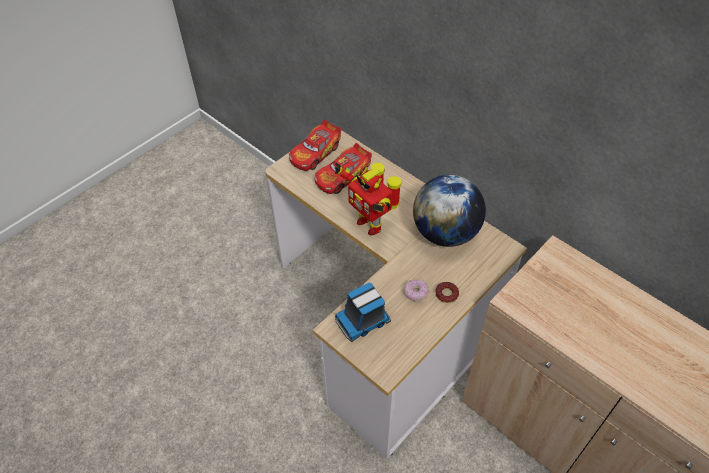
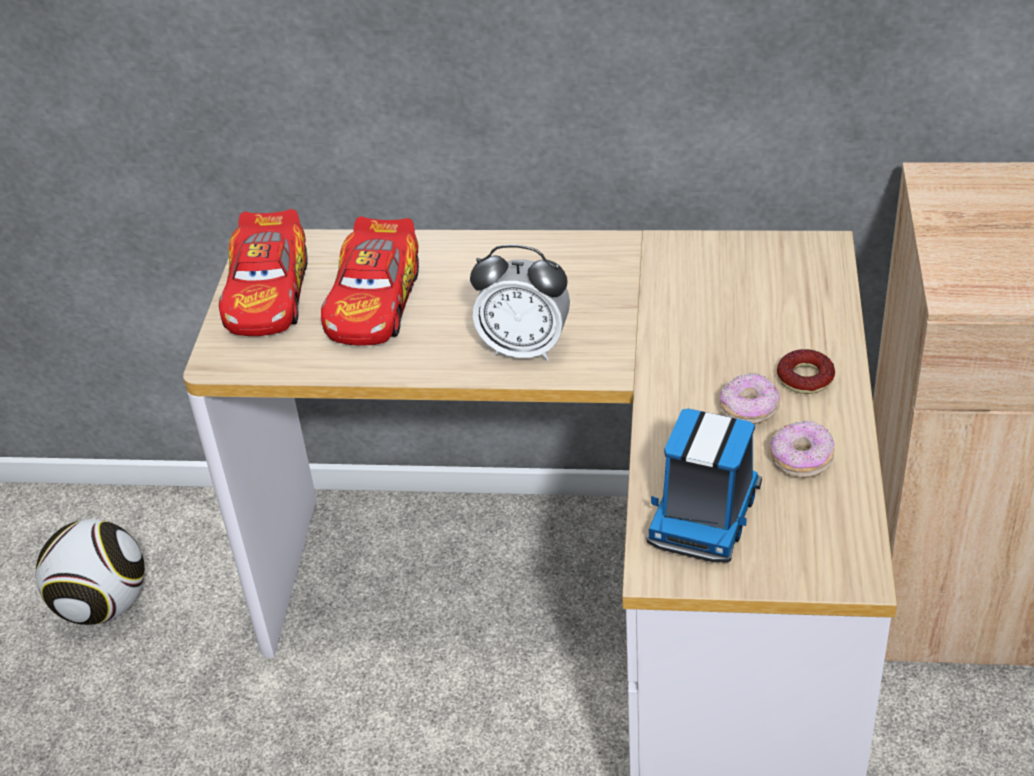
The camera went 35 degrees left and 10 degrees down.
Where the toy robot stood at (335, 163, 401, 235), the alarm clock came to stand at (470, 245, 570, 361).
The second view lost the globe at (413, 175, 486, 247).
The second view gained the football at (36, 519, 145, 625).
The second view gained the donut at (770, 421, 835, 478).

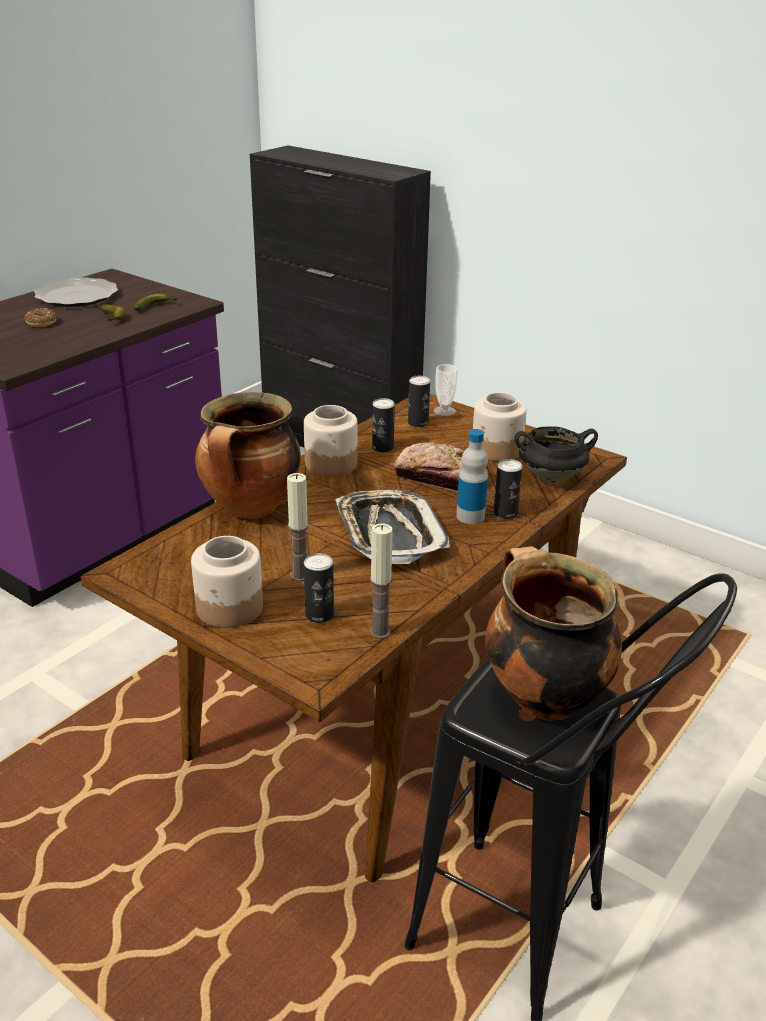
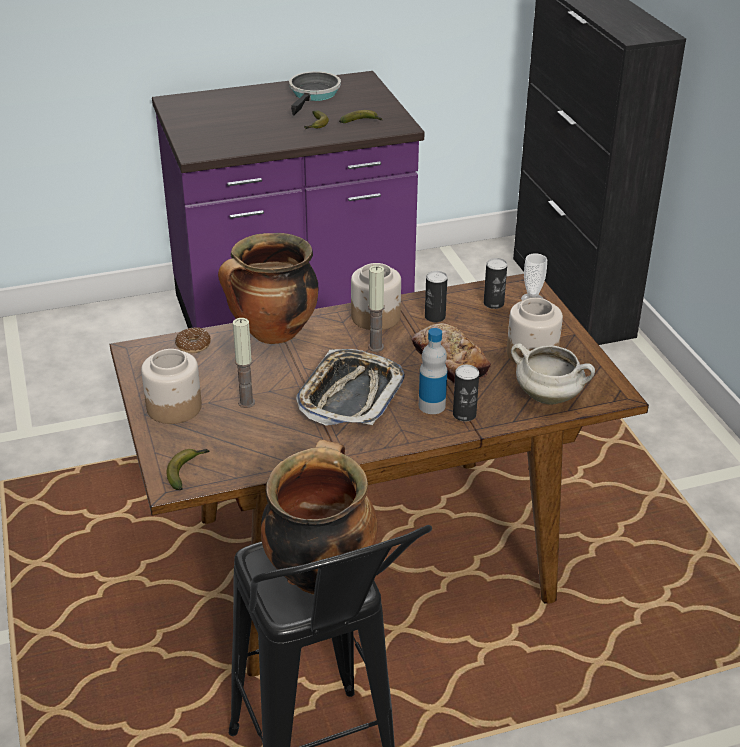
The camera went 35 degrees right and 5 degrees up.
The donut ended up elsewhere, having gone from (24, 308, 57, 327) to (175, 328, 211, 353).
Where the plate stood at (34, 277, 118, 307), the frying pan came to stand at (289, 71, 341, 115).
The second view lost the can at (304, 553, 334, 623).
The candle ended up elsewhere, having gone from (370, 524, 392, 639) to (368, 265, 385, 352).
What was the cooking pot (black) at (514, 426, 598, 482) turned into the cooking pot (white) at (511, 343, 595, 405).
The second view gained the banana at (167, 449, 209, 490).

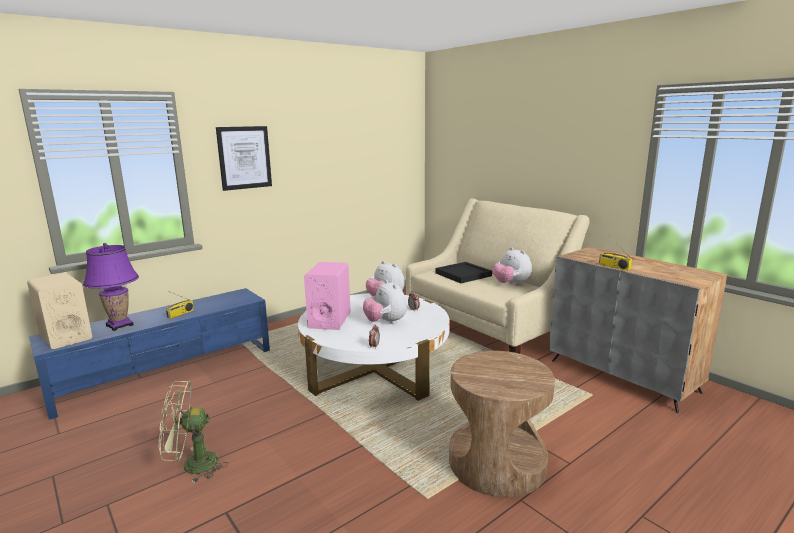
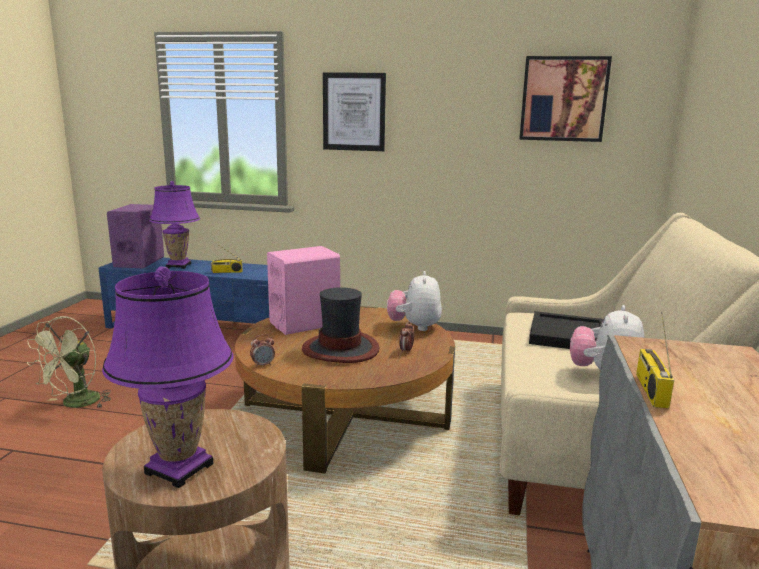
The camera went 50 degrees right and 0 degrees up.
What was the speaker (beige) at (27, 273, 92, 349) turned into the speaker (purple) at (107, 204, 164, 268).
The fan (green) at (159, 381, 228, 483) ended up facing another way, 105 degrees counterclockwise from before.
What was the coffee table (white) at (298, 293, 449, 401) turned into the coffee table (brown) at (235, 306, 455, 473).
Where the plush toy stood at (363, 280, 407, 324), the hat came to stand at (302, 287, 379, 363).
The second view gained the table lamp (purple) at (102, 266, 234, 488).
The second view gained the picture at (519, 56, 612, 142).

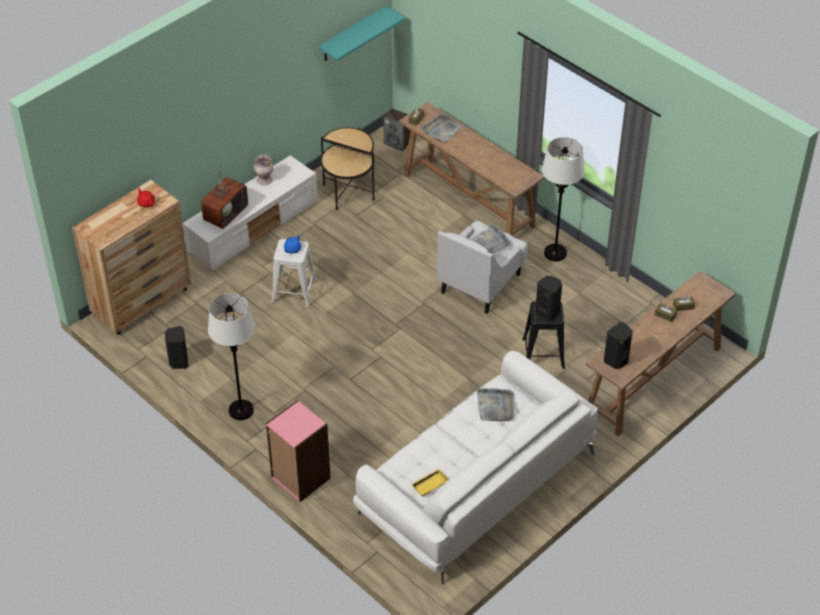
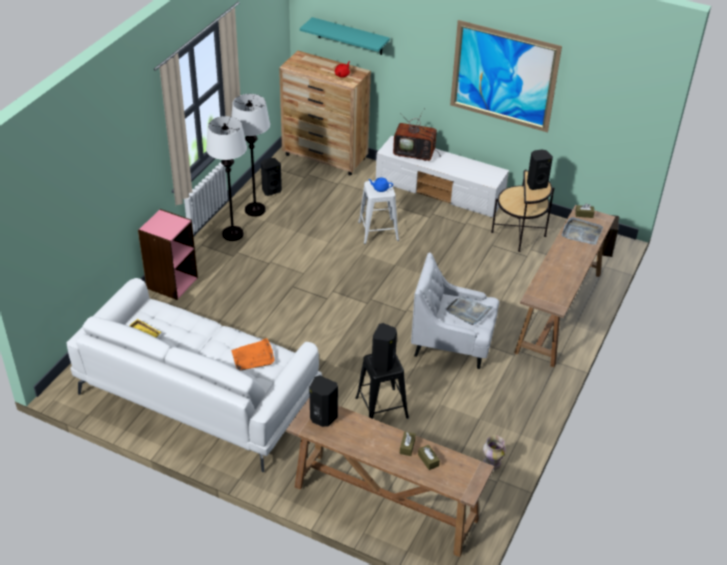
The camera went 70 degrees right and 5 degrees down.
The vase ended up elsewhere, having gone from (254, 154, 273, 185) to (483, 435, 506, 470).
The shelf (turquoise) ended up elsewhere, having gone from (318, 6, 405, 61) to (300, 17, 390, 55).
What was the tray (grey) at (477, 388, 514, 421) turned into the tray (orange) at (231, 338, 275, 371).
The floor lamp (white) ended up elsewhere, having gone from (542, 137, 585, 261) to (231, 94, 270, 217).
The second view gained the picture at (450, 20, 562, 132).
The second view gained the speaker (black) at (527, 149, 553, 190).

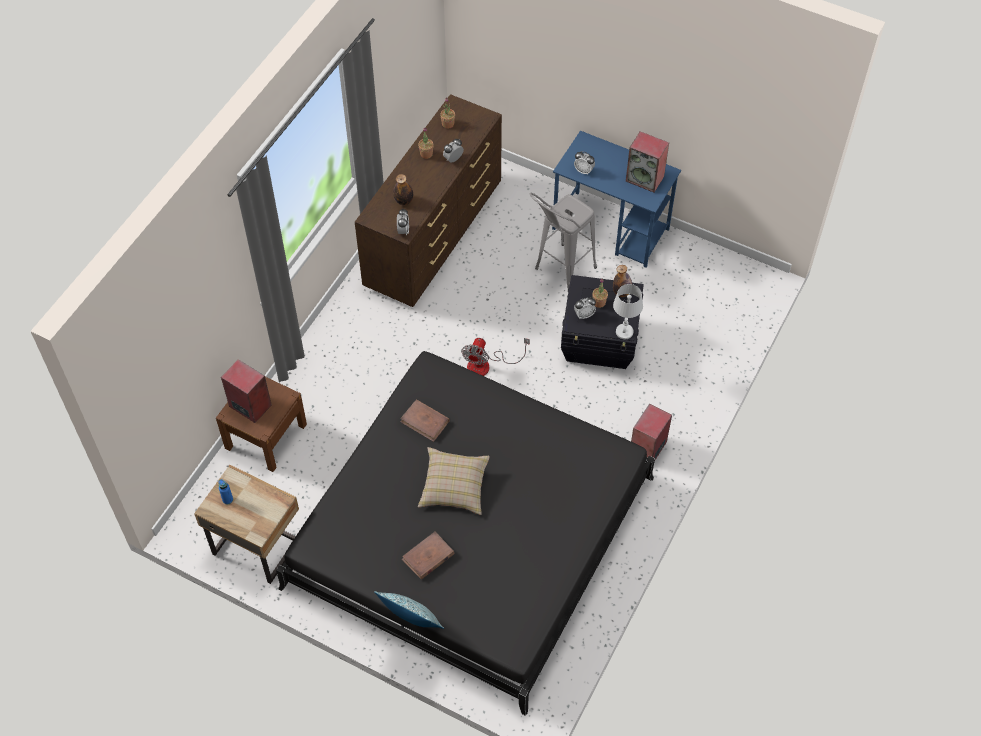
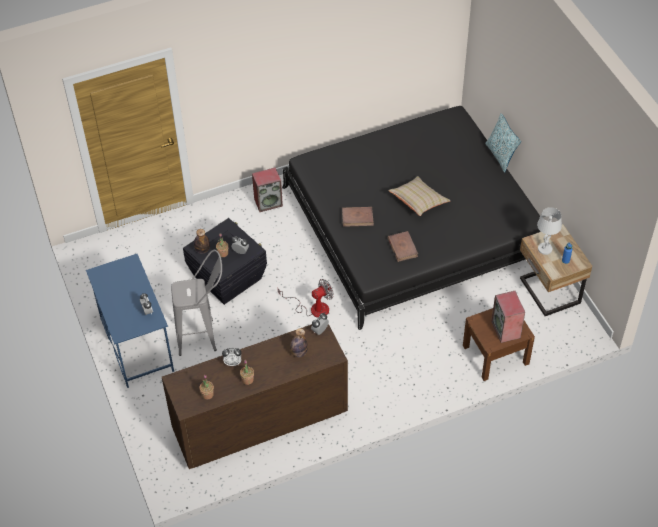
The camera went 140 degrees left and 5 degrees down.
The book (brown) ended up elsewhere, having gone from (402, 532, 455, 580) to (342, 207, 374, 227).
The table lamp (white) ended up elsewhere, having gone from (613, 284, 643, 339) to (537, 207, 562, 255).
The second view lost the speaker at (626, 131, 669, 193).

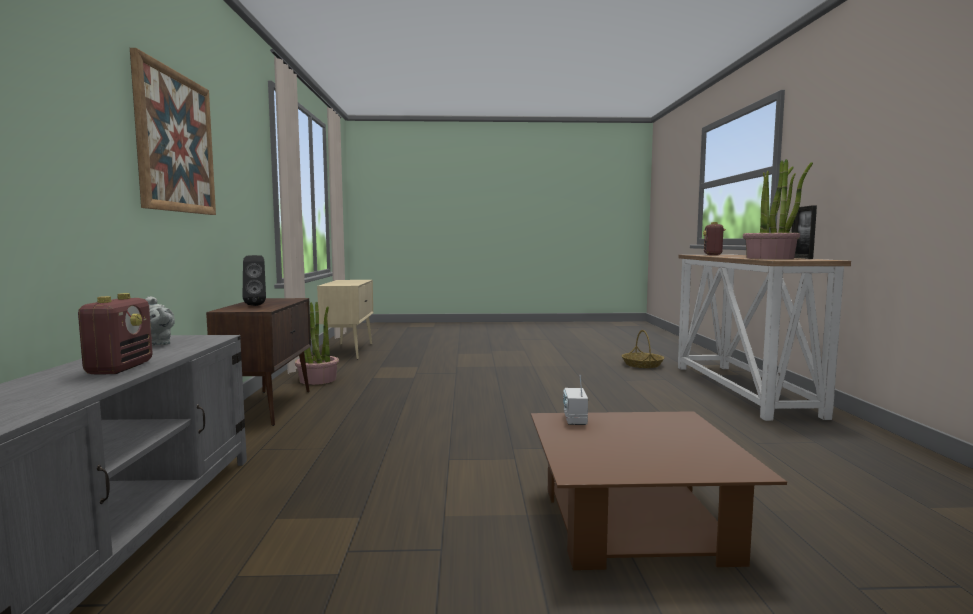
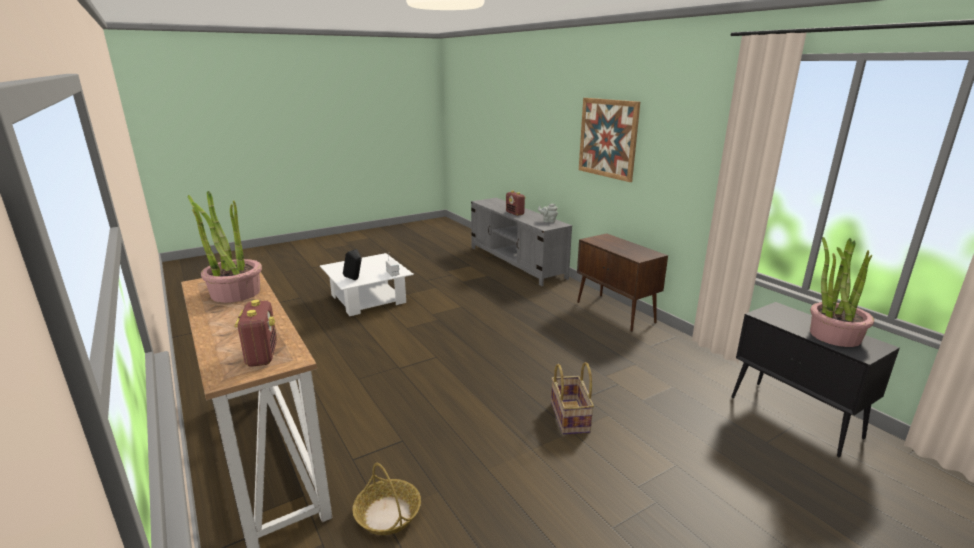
The camera went 150 degrees right and 15 degrees up.
The speaker (black) ended up elsewhere, having gone from (243, 255, 266, 306) to (343, 249, 362, 280).
The potted plant ended up elsewhere, having gone from (295, 301, 339, 385) to (810, 237, 874, 347).
What was the cabinet (beige) at (317, 280, 373, 360) turned into the cabinet (black) at (731, 302, 900, 457).
What was the coffee table (brown) at (531, 411, 787, 570) turned into the coffee table (white) at (320, 253, 414, 316).
The second view lost the picture frame at (791, 205, 817, 259).
The second view gained the basket at (551, 362, 594, 434).

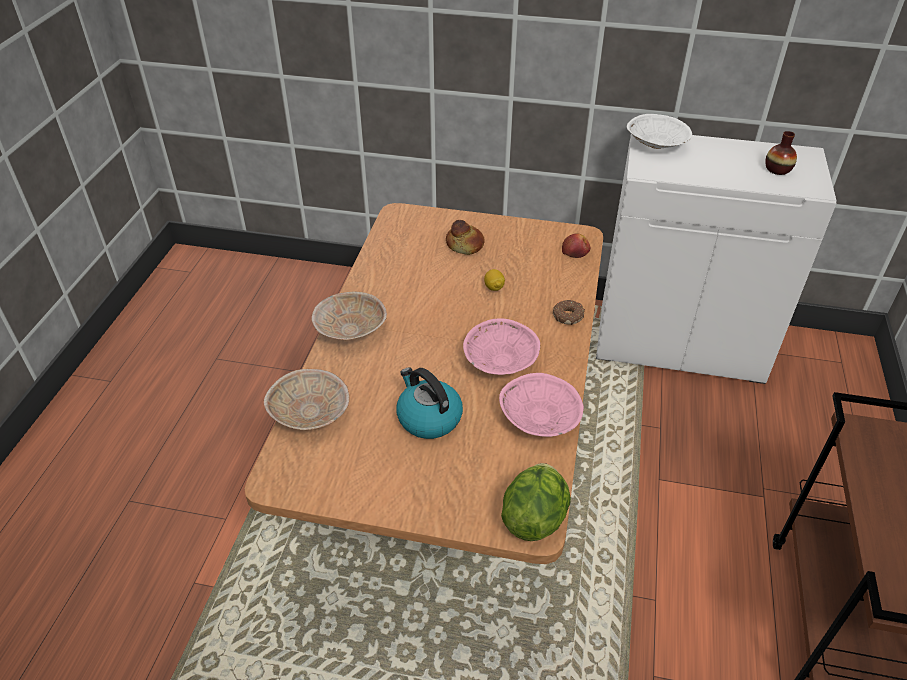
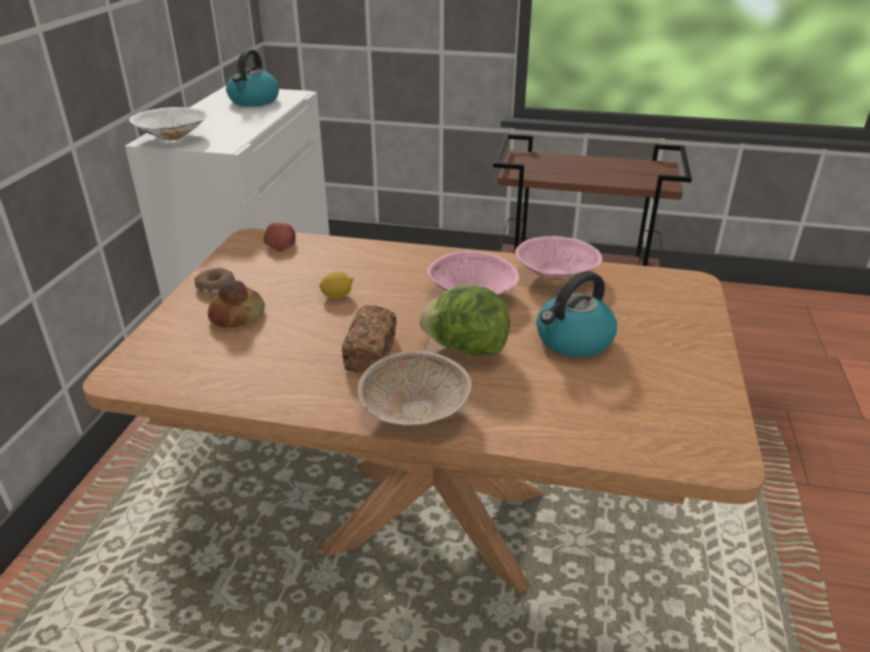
The camera went 90 degrees left and 10 degrees down.
The second view lost the bowl (beige) at (264, 369, 350, 430).
The lettuce ended up elsewhere, having gone from (501, 463, 571, 541) to (419, 285, 510, 356).
The donut ended up elsewhere, having gone from (553, 300, 585, 325) to (194, 267, 235, 294).
Where the vase stood at (765, 131, 797, 175), the kettle came to stand at (226, 49, 279, 107).
The second view gained the bread at (342, 305, 397, 372).

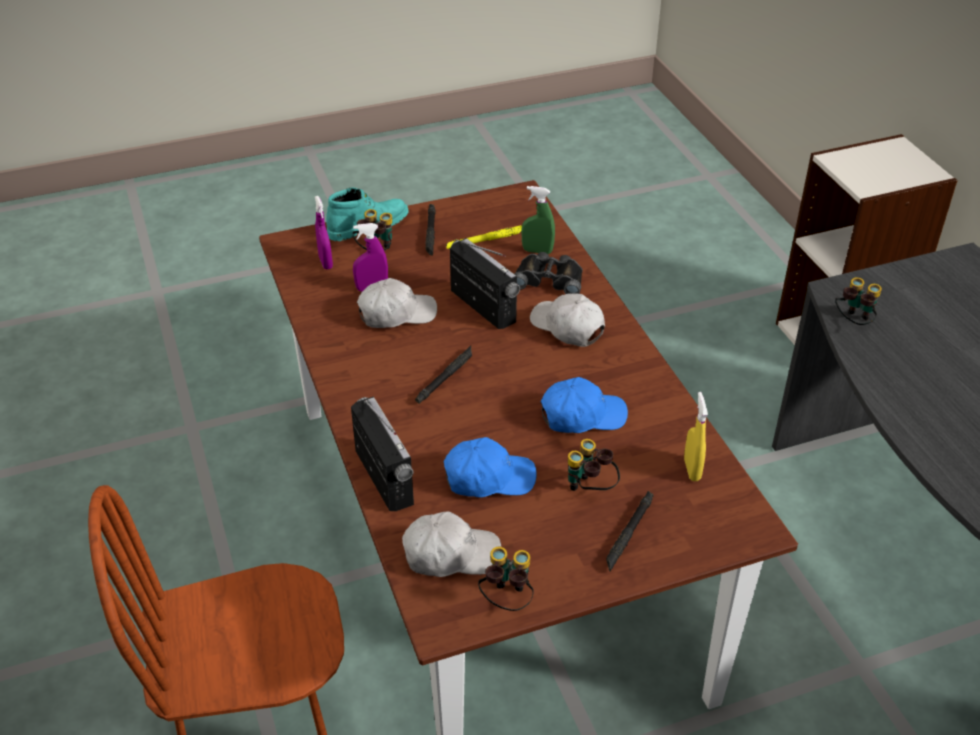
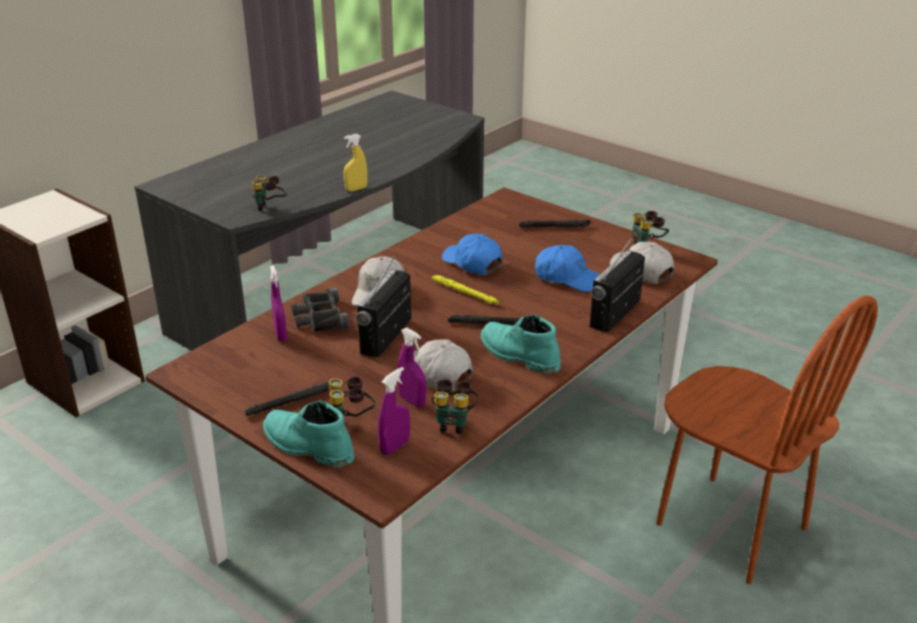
The camera went 120 degrees left and 10 degrees down.
The cap (blue) at (444, 437, 537, 497) ended up facing another way, 150 degrees clockwise from before.
The flashlight (yellow) ended up elsewhere, having gone from (446, 225, 522, 249) to (432, 275, 500, 305).
What was the spray bottle (green) at (522, 186, 555, 254) turned into the spray bottle (purple) at (270, 265, 287, 341).
The binoculars ended up elsewhere, having gone from (568, 439, 620, 491) to (432, 380, 478, 434).
The spray bottle (yellow) ended up elsewhere, having gone from (684, 392, 708, 481) to (344, 134, 367, 191).
The second view gained the boot (turquoise) at (481, 314, 560, 374).

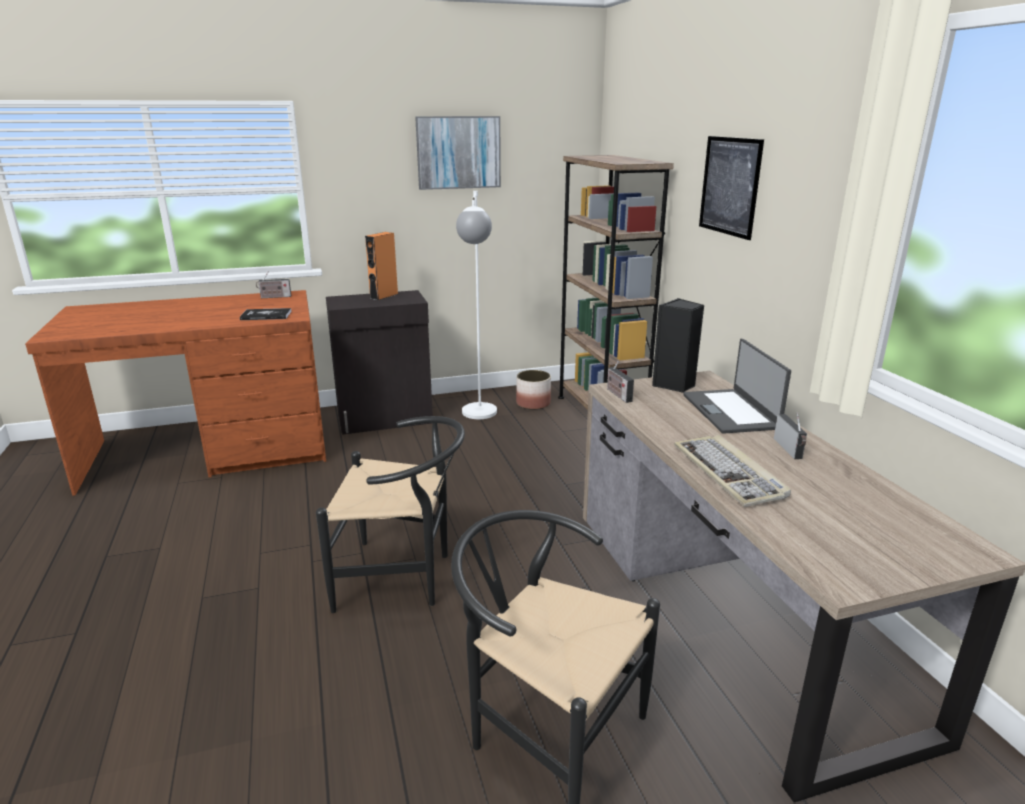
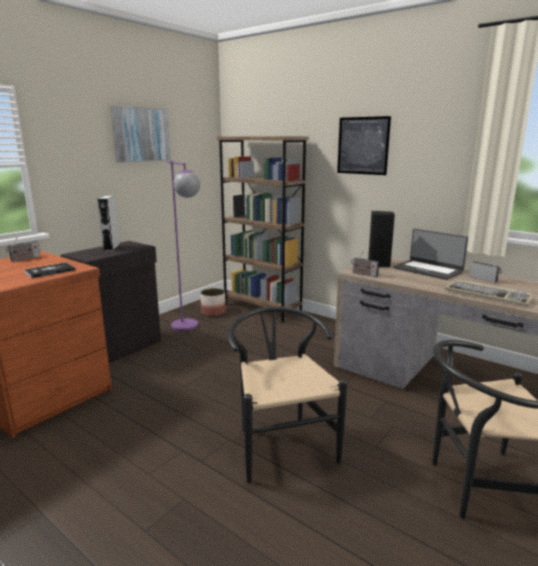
The camera went 35 degrees left and 5 degrees down.
The chair (black) at (316, 416, 465, 613) ended up facing another way, 75 degrees counterclockwise from before.
What was the speaker (orange) at (365, 232, 398, 300) turned into the speaker (grey) at (97, 196, 120, 251).
What was the floor lamp (white) at (456, 191, 497, 419) turned into the floor lamp (purple) at (167, 161, 200, 331).

